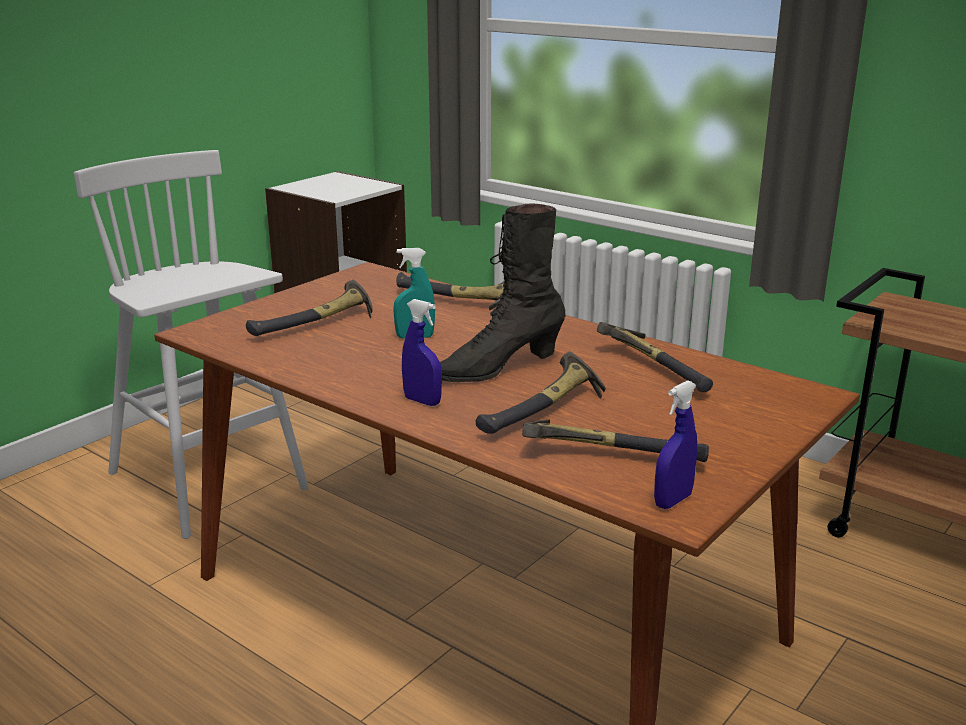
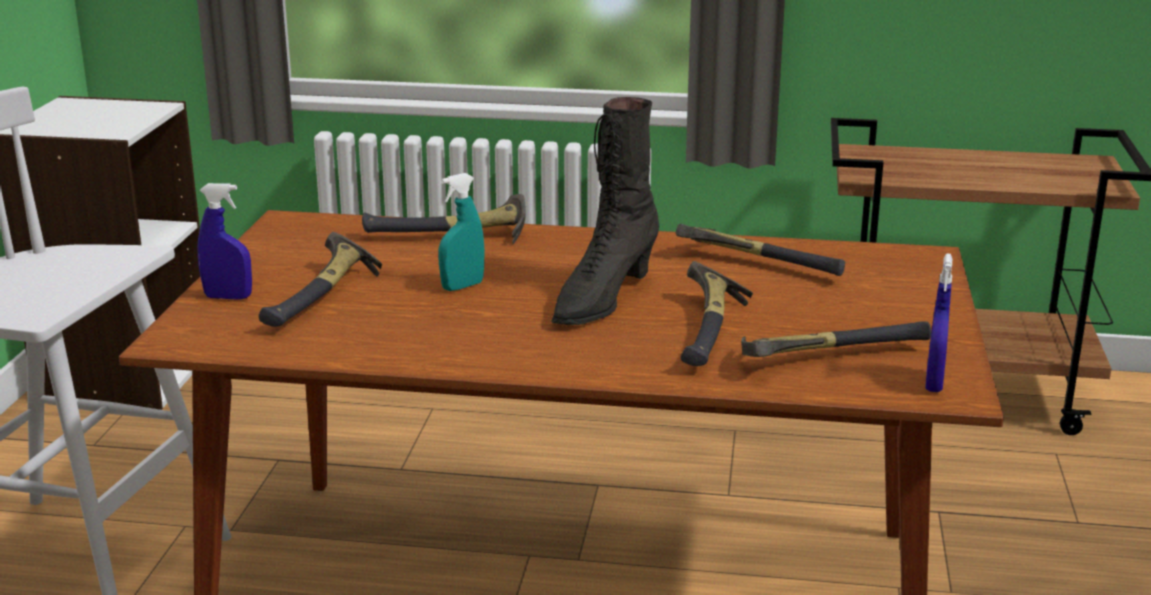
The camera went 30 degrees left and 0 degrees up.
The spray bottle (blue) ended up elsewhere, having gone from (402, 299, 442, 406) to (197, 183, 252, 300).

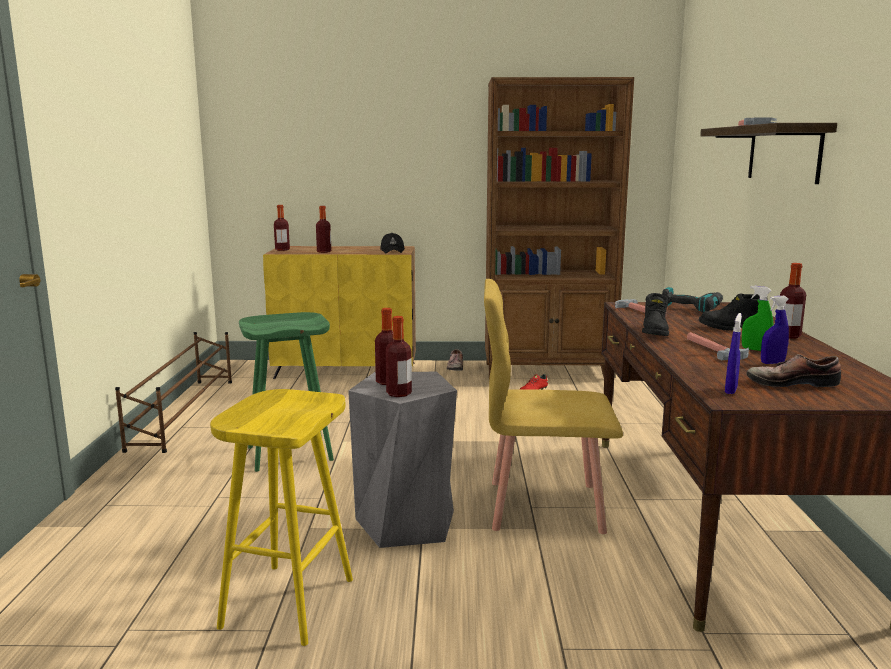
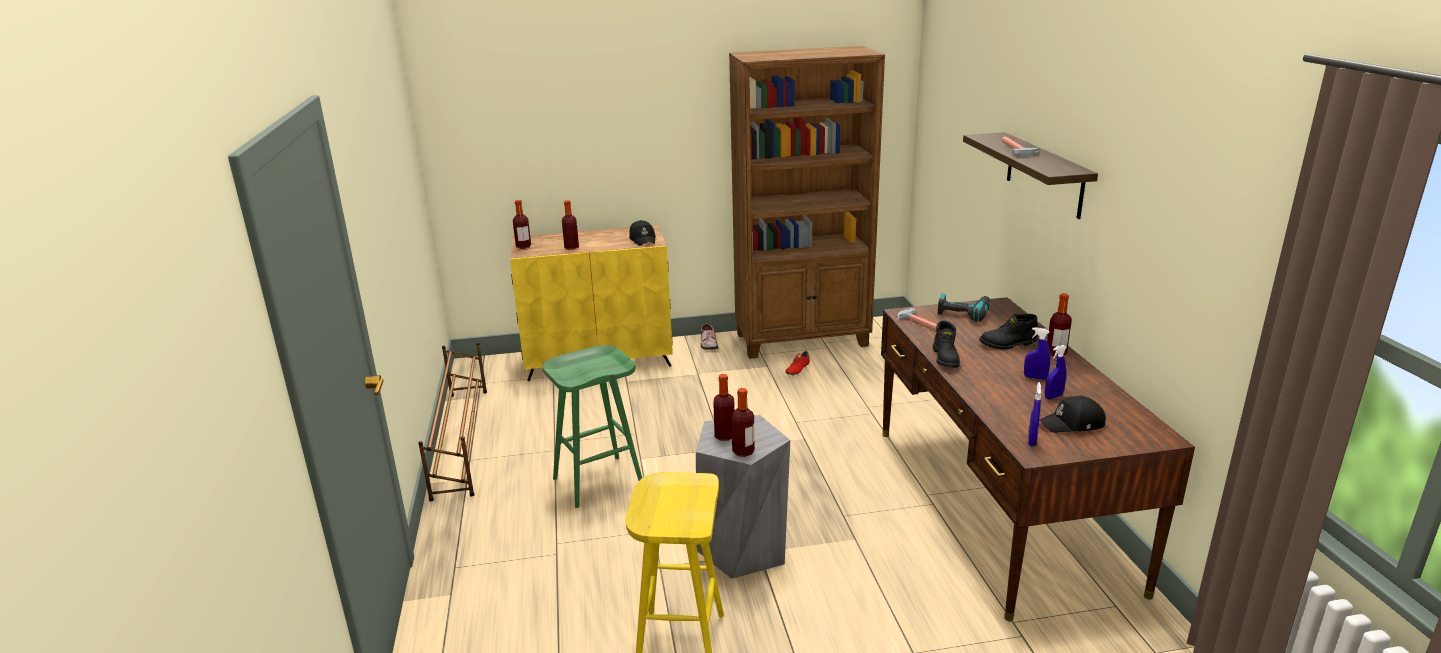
The camera went 10 degrees left and 10 degrees up.
The second view lost the chair (yellow) at (484, 279, 623, 534).
The second view lost the hammer at (687, 332, 749, 360).
What was the spray bottle (green) at (742, 286, 773, 351) turned into the spray bottle (blue) at (1024, 327, 1051, 380).
Where the shoe stood at (747, 354, 841, 387), the cap (black) came to stand at (1039, 396, 1106, 433).

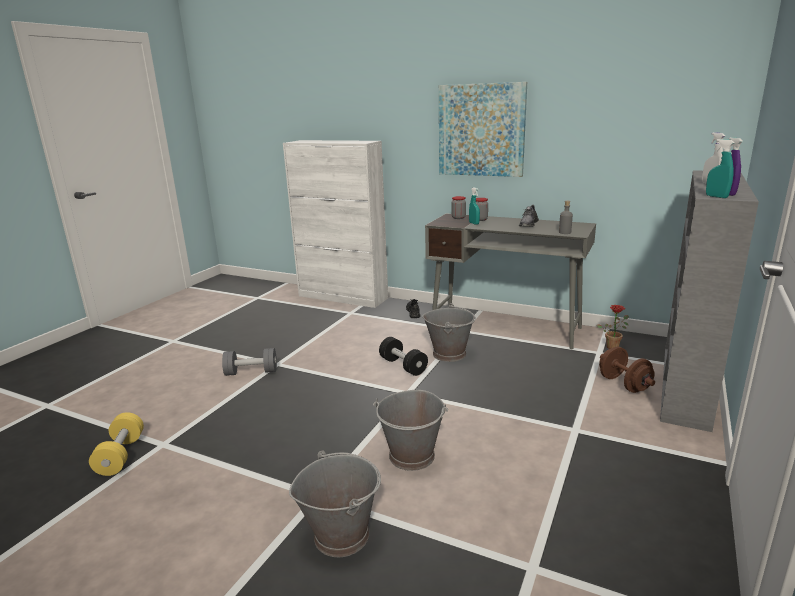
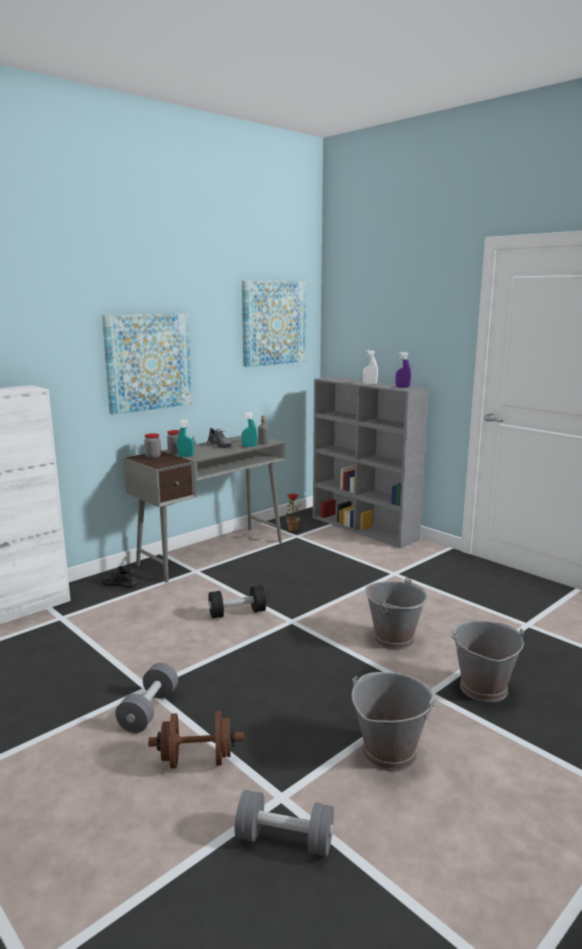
The camera went 70 degrees left and 5 degrees down.
What was the dumbbell (yellow) at (89, 412, 144, 476) turned into the dumbbell (grey) at (235, 790, 334, 856).
The bucket (grey) ended up elsewhere, having gone from (422, 303, 476, 362) to (352, 672, 437, 772).
The dumbbell (brown) ended up elsewhere, having gone from (599, 347, 655, 393) to (148, 711, 244, 769).
The spray bottle (turquoise) ended up elsewhere, having gone from (706, 139, 734, 198) to (241, 412, 257, 447).
The second view gained the picture at (242, 281, 306, 367).

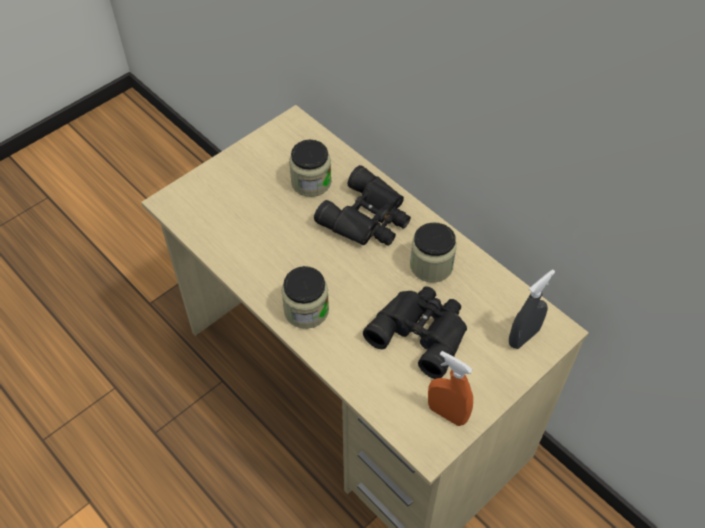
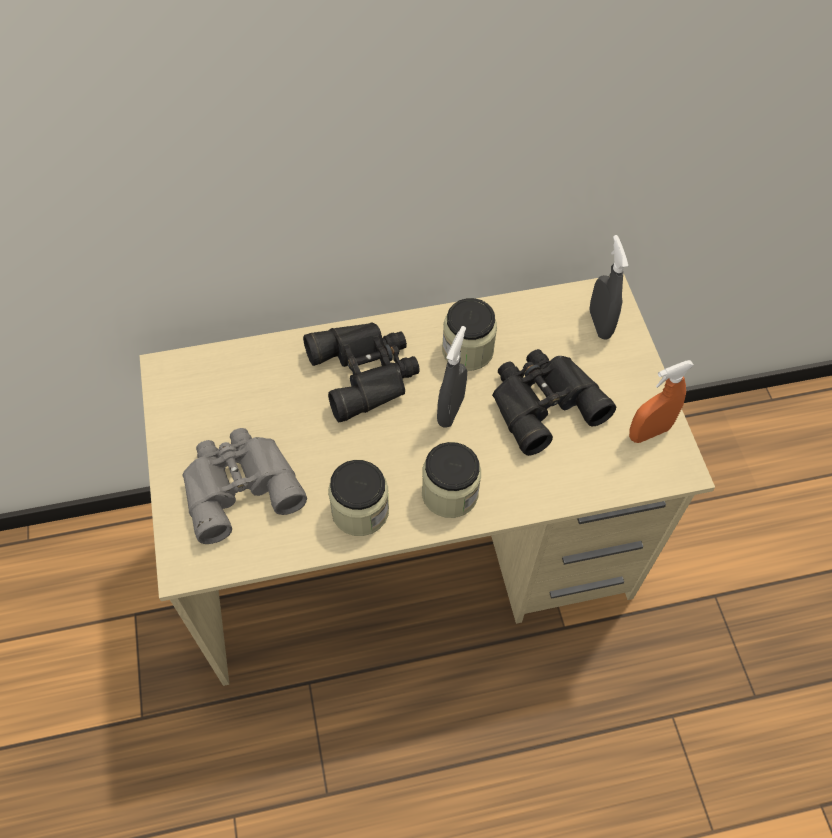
The camera went 60 degrees left and 5 degrees up.
The jar ended up elsewhere, having gone from (289, 139, 331, 197) to (328, 460, 389, 536).
The second view gained the binoculars (grey) at (183, 428, 307, 544).
The second view gained the spray bottle (grey) at (437, 326, 467, 428).

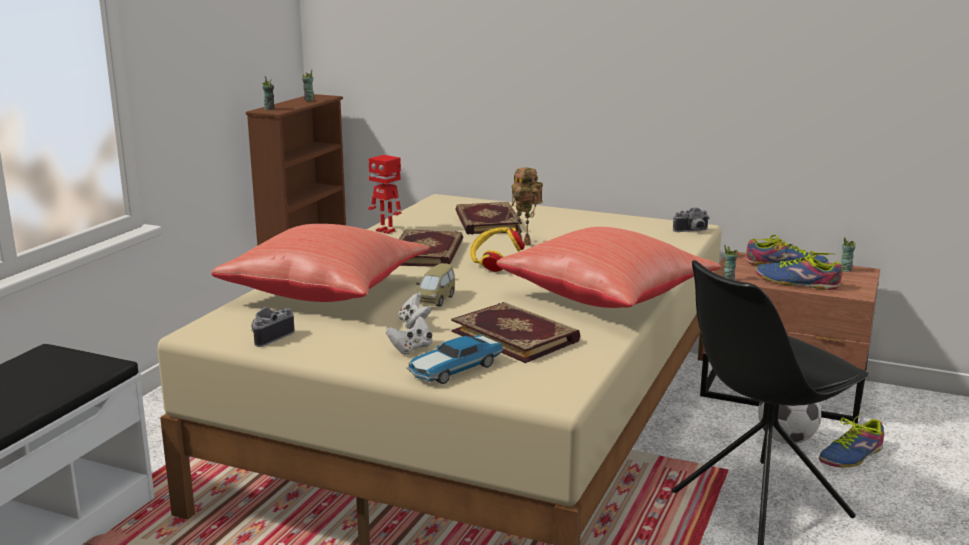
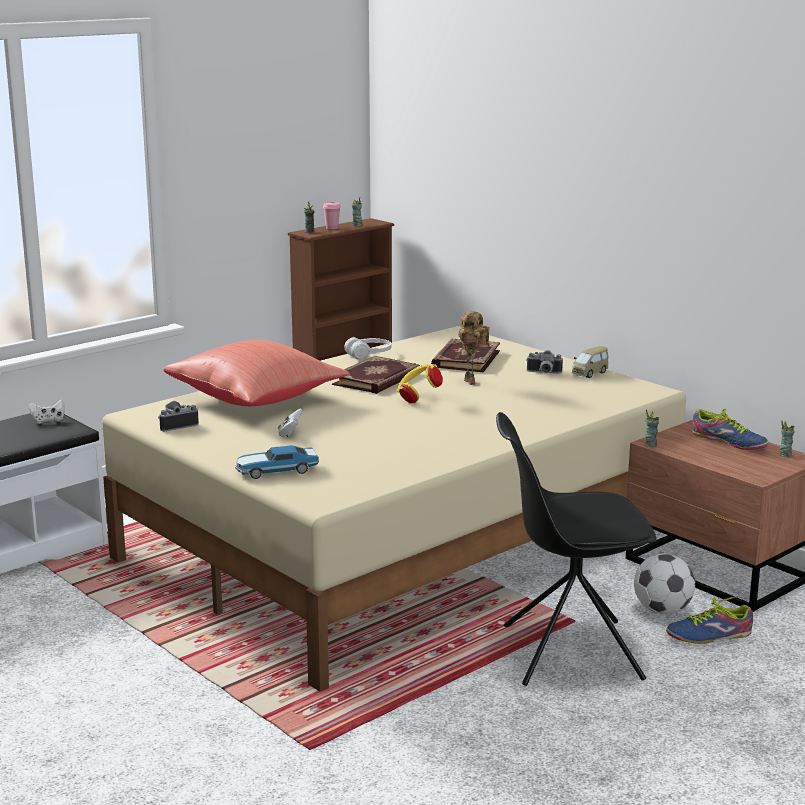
The camera went 25 degrees right and 0 degrees up.
Where the toy robot stood at (368, 155, 401, 234), the headphones (white) came to stand at (344, 337, 391, 359).
The game controller (white) ended up elsewhere, having gone from (386, 316, 432, 355) to (29, 399, 65, 424).
The toy car ended up elsewhere, having gone from (416, 263, 455, 307) to (572, 346, 608, 378).
The second view lost the book at (451, 302, 580, 363).
The second view lost the pillow (red) at (496, 227, 721, 308).
The photo camera ended up elsewhere, having gone from (673, 208, 710, 232) to (526, 350, 563, 373).
The second view lost the shoe at (756, 251, 842, 290).
The second view gained the cup (pink) at (323, 202, 341, 229).

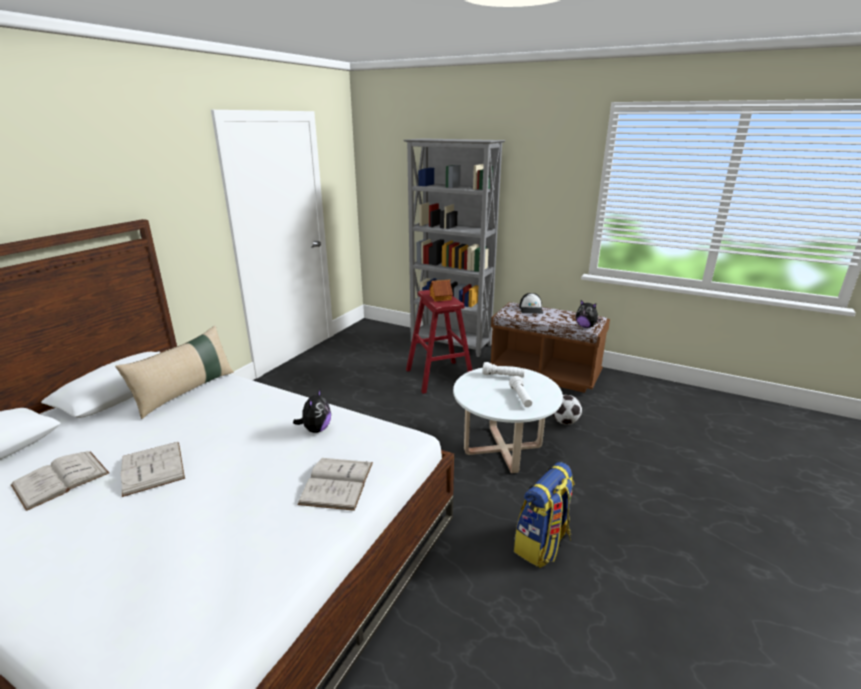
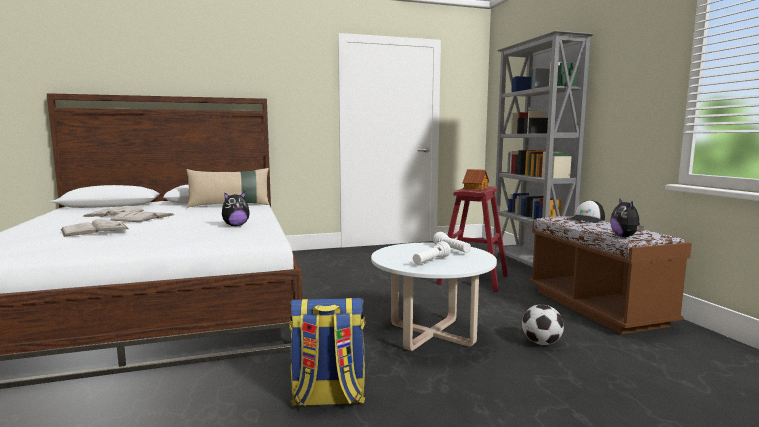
The camera went 45 degrees right and 15 degrees down.
The book (white) ended up elsewhere, having gone from (297, 458, 373, 511) to (61, 219, 129, 236).

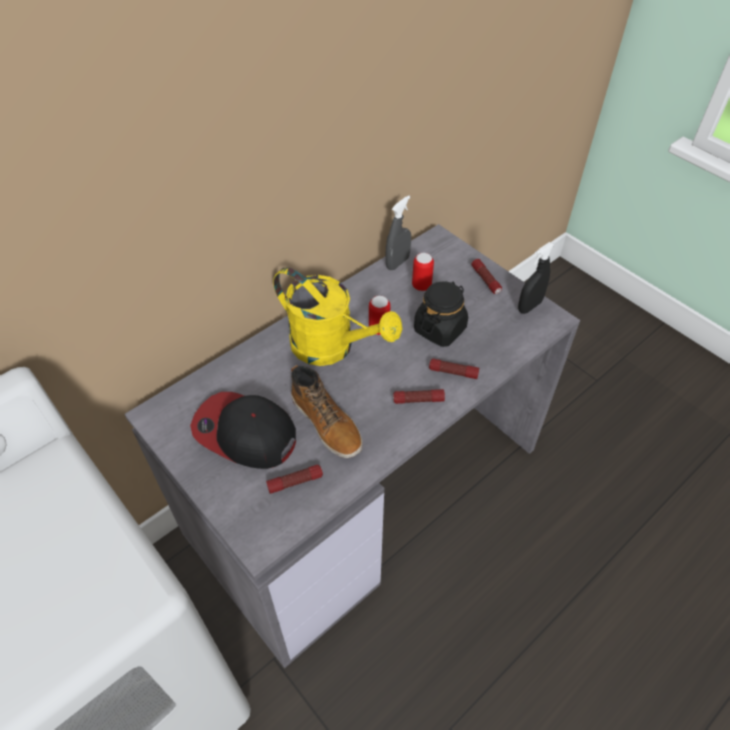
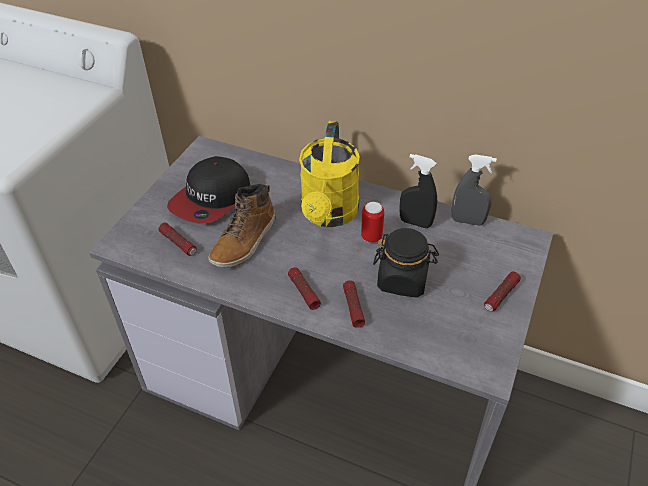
The camera went 65 degrees right and 5 degrees down.
The cap at (190, 392, 296, 469) ended up facing another way, 150 degrees counterclockwise from before.
The second view lost the can at (412, 253, 434, 291).
The spray bottle (black) ended up elsewhere, having gone from (518, 242, 555, 314) to (399, 154, 437, 228).

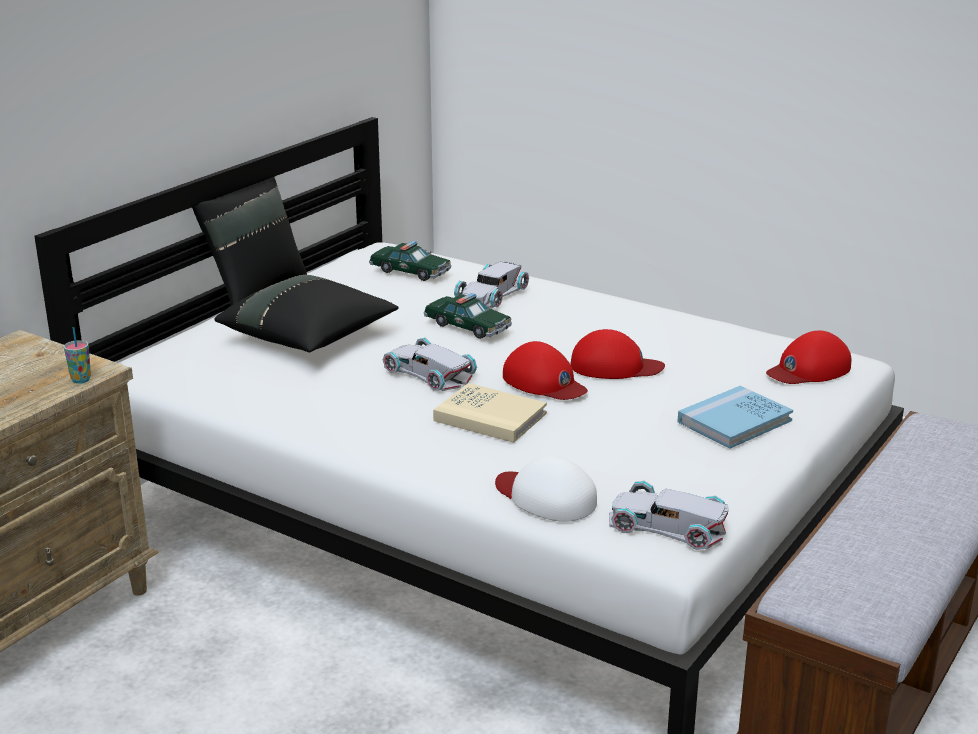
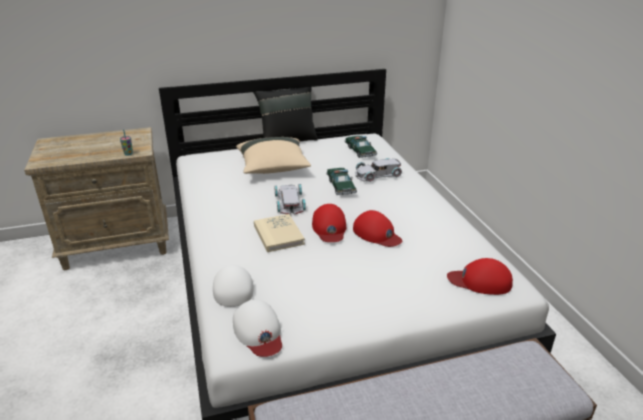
The camera went 40 degrees right and 5 degrees up.
What was the pillow (black) at (214, 275, 399, 352) turned into the pillow (beige) at (236, 137, 311, 174).
Where the toy car (white) stood at (609, 481, 729, 550), the cap (white) came to stand at (233, 299, 282, 357).
The second view lost the book (blue) at (677, 386, 793, 449).

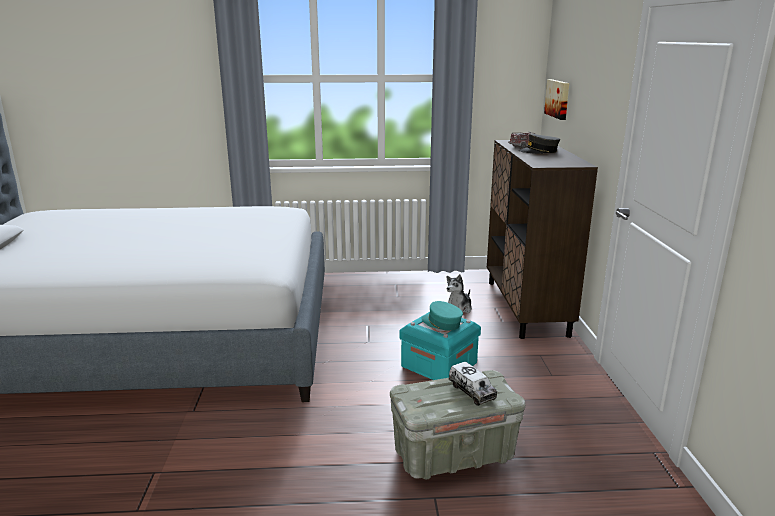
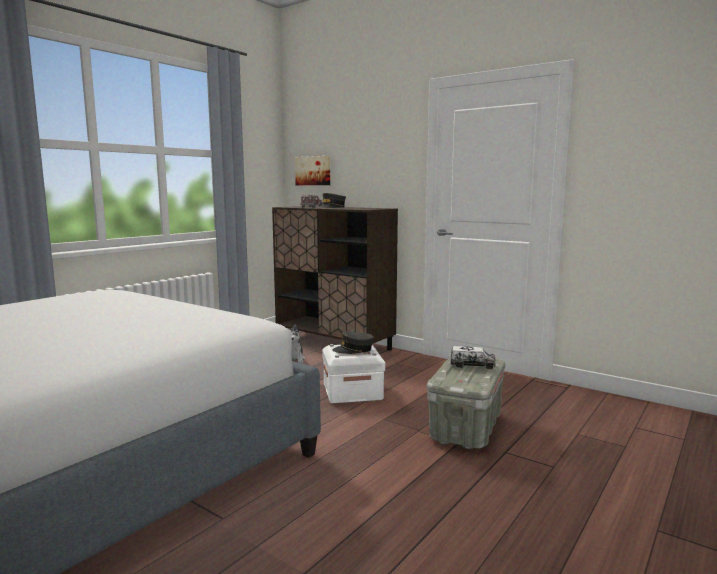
The camera went 50 degrees left and 10 degrees down.
What was the storage box (turquoise) at (399, 312, 481, 380) turned into the storage box (white) at (322, 344, 385, 404).
What was the cap (turquoise) at (421, 301, 463, 331) turned into the cap (grey) at (332, 331, 374, 354).

